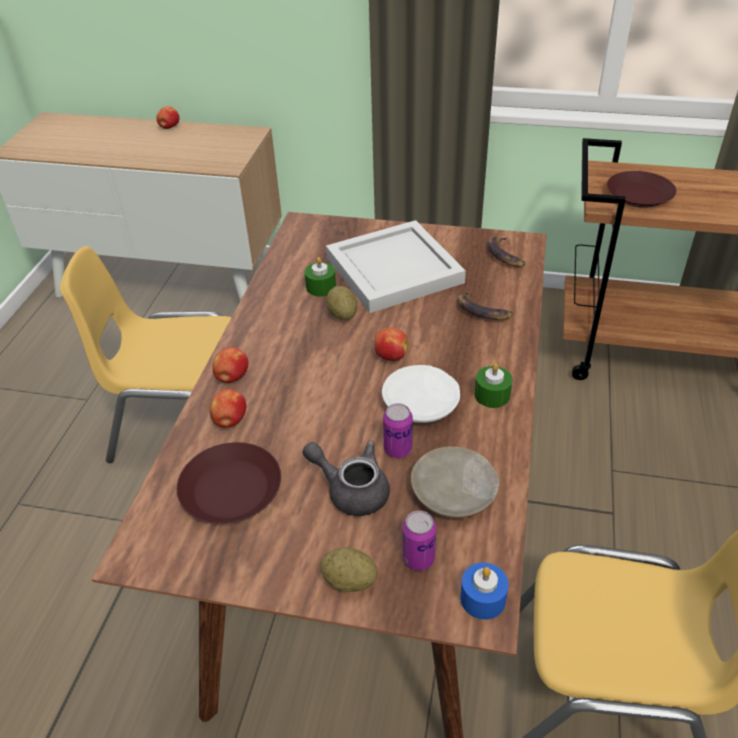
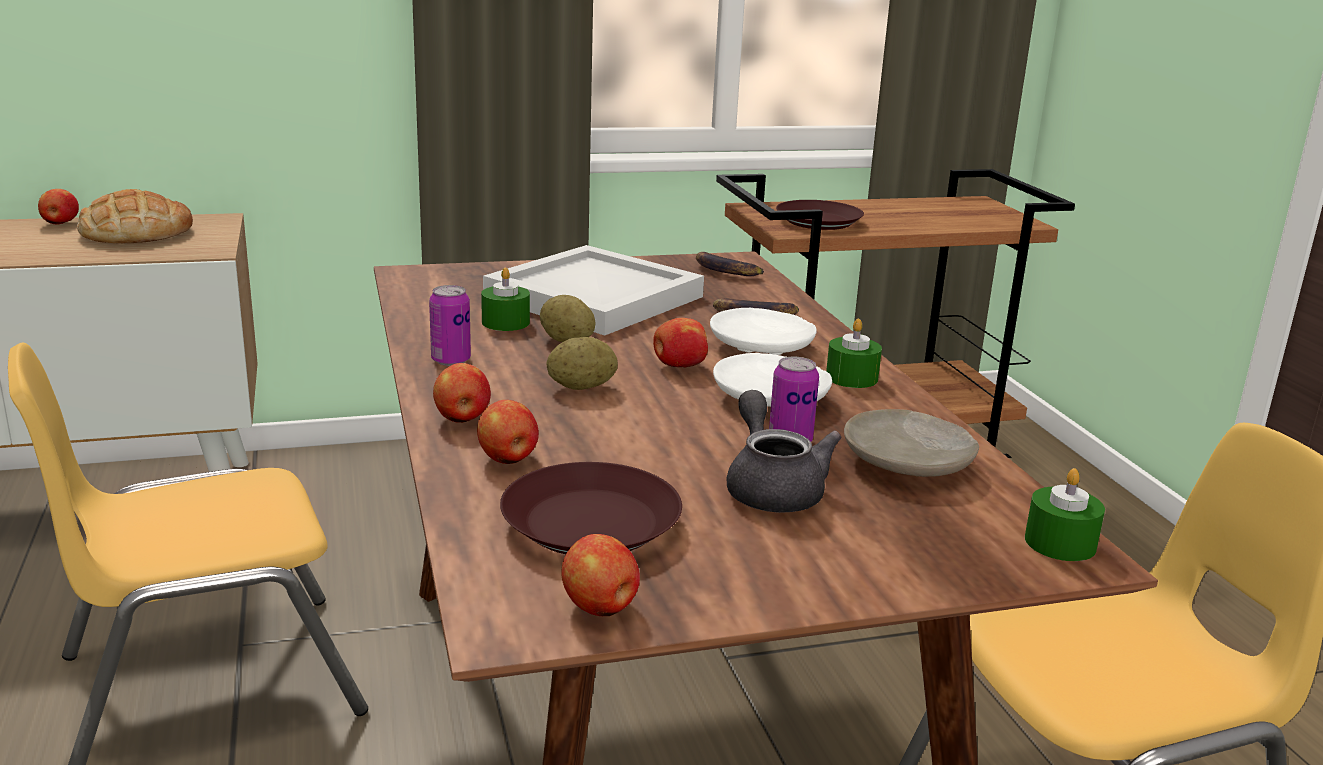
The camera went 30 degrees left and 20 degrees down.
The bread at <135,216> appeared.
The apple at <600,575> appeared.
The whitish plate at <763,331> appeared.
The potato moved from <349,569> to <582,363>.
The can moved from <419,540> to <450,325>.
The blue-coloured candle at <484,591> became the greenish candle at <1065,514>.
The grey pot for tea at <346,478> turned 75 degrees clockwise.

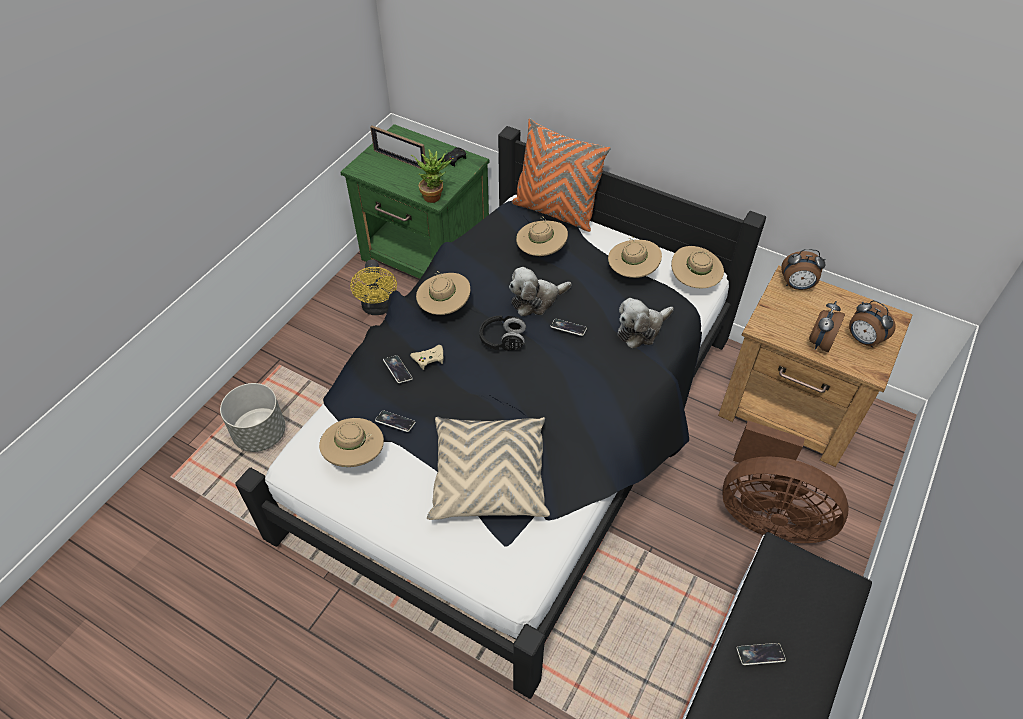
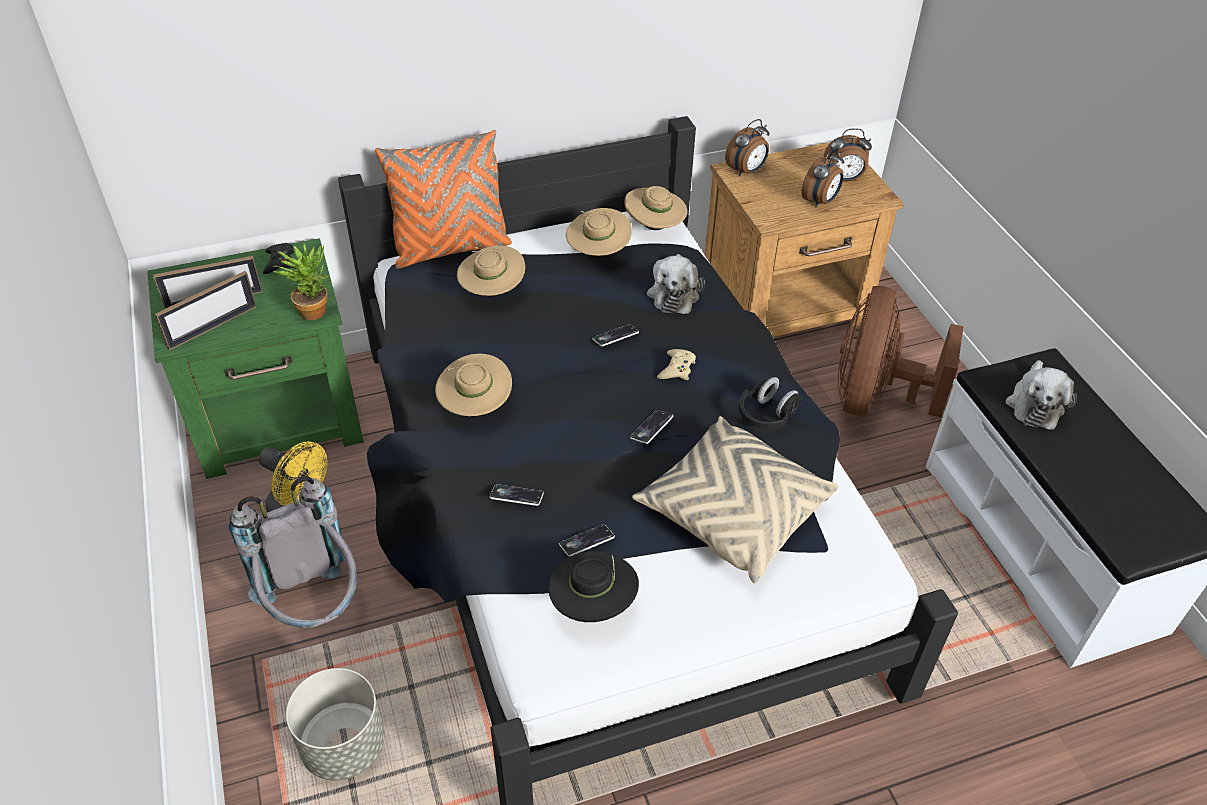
The camera went 50 degrees left and 5 degrees down.
The standing frame at <206,311> appeared.
The grey knapsack at <293,552> appeared.
The sand-coloured joypad moved from <427,357> to <676,364>.
The black pair of headphones moved from <502,333> to <770,403>.
The cuddly toy moved from <540,291> to <1041,395>.
The telephone moved from <761,654> to <651,427>.
The sand-coloured clothing hat at <351,442> became the black clothing hat at <593,586>.
The brownish fan at <785,482> turned 135 degrees clockwise.
The alarm clock at <827,326> turned 120 degrees counterclockwise.

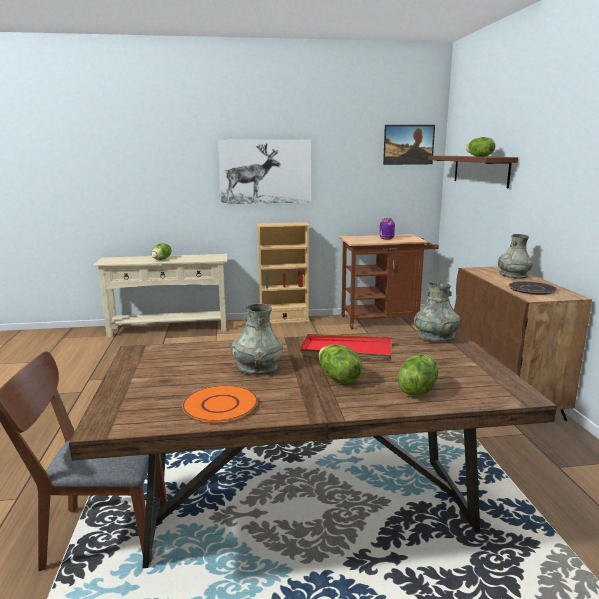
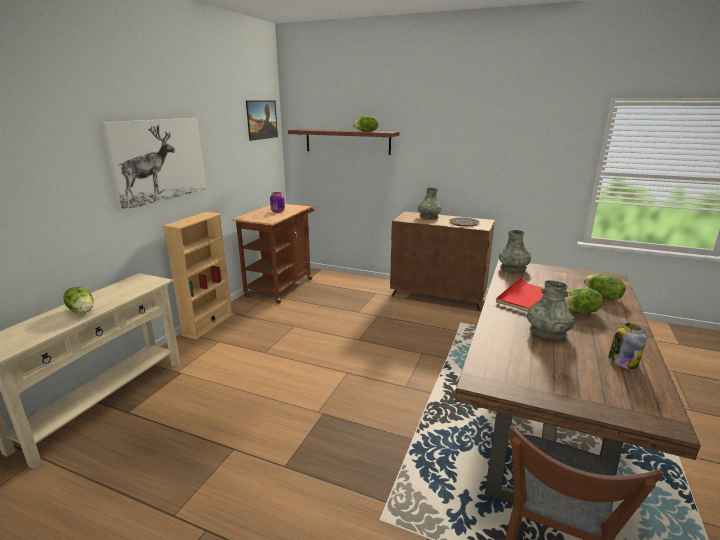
The camera went 60 degrees left and 5 degrees up.
The orange plate at <220,404> was replaced by the storage jar at <627,346>.

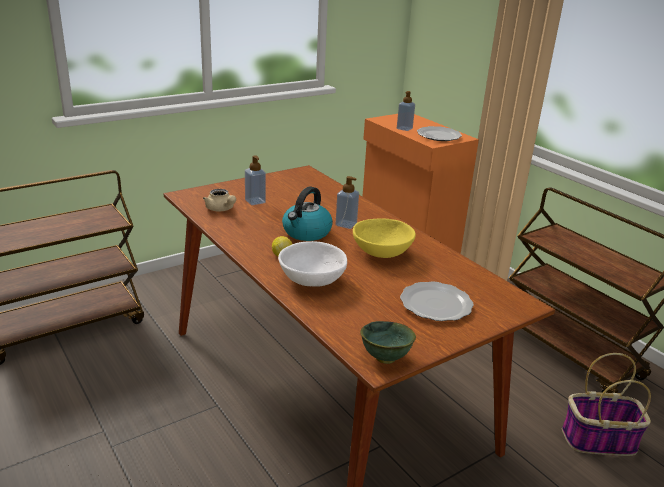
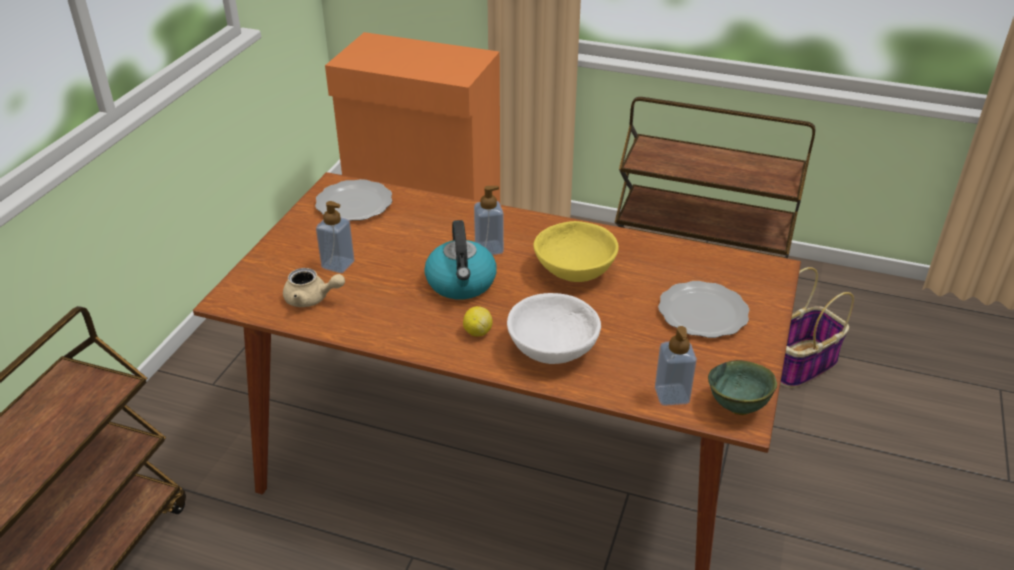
The camera went 35 degrees left and 10 degrees up.
The soap dispenser moved from <406,111> to <676,366>.
The plate moved from <439,133> to <353,200>.

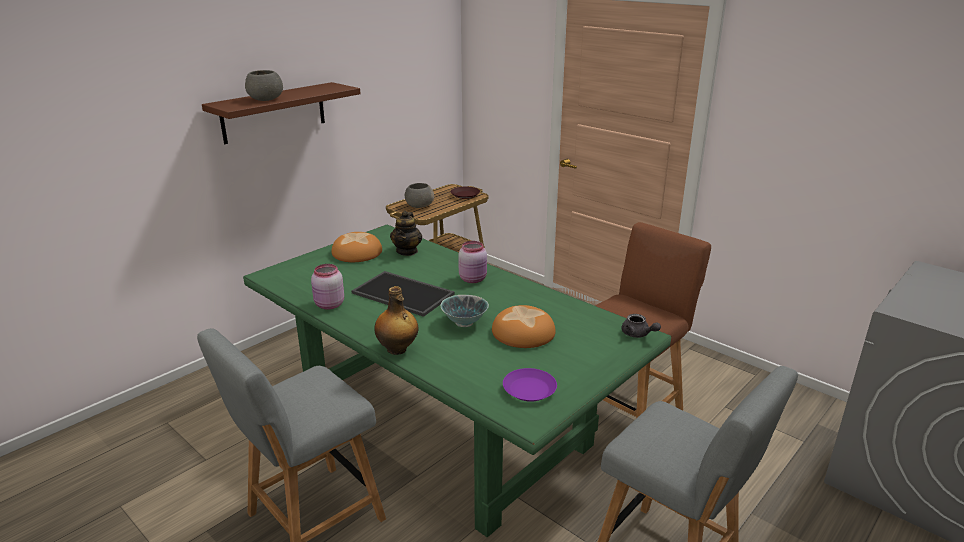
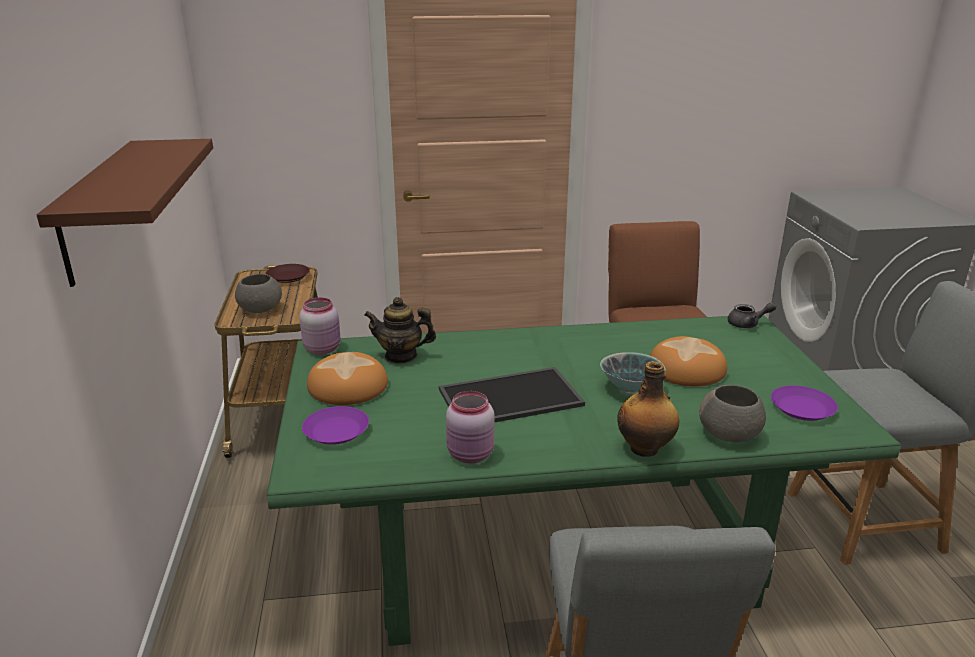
The camera went 50 degrees left and 0 degrees up.
The purplish plate at <335,425> appeared.
The grey deep dish moved from <264,85> to <732,413>.
The pinkish storage jar moved from <472,262> to <320,326>.
The pot for tea at <406,233> turned 135 degrees clockwise.

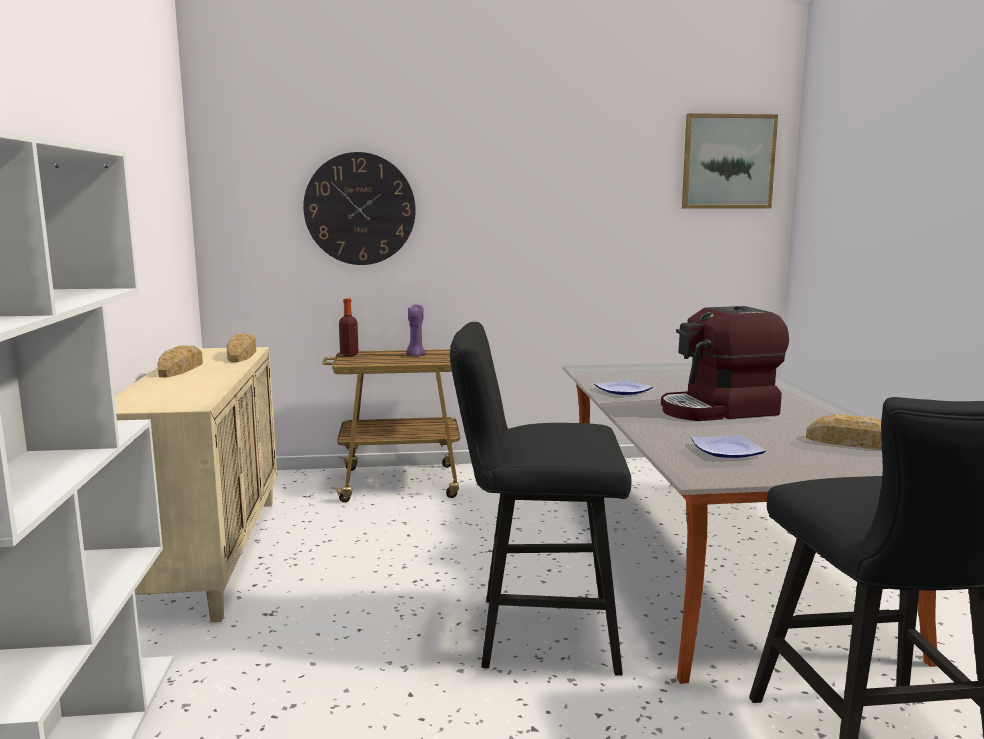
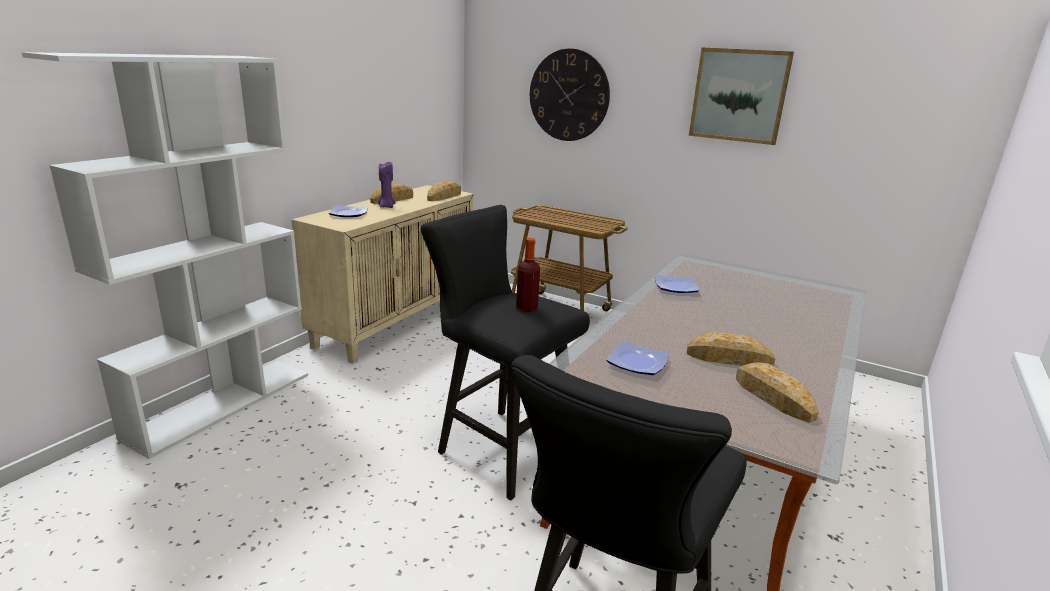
The camera went 35 degrees right and 10 degrees up.
The coffee machine at <725,363> disappeared.
The plate at <348,211> appeared.
The bread at <731,349> appeared.
The bottle moved from <349,327> to <528,275>.
The purplish candle moved from <416,330> to <387,185>.
The picture moved from <730,161> to <741,96>.

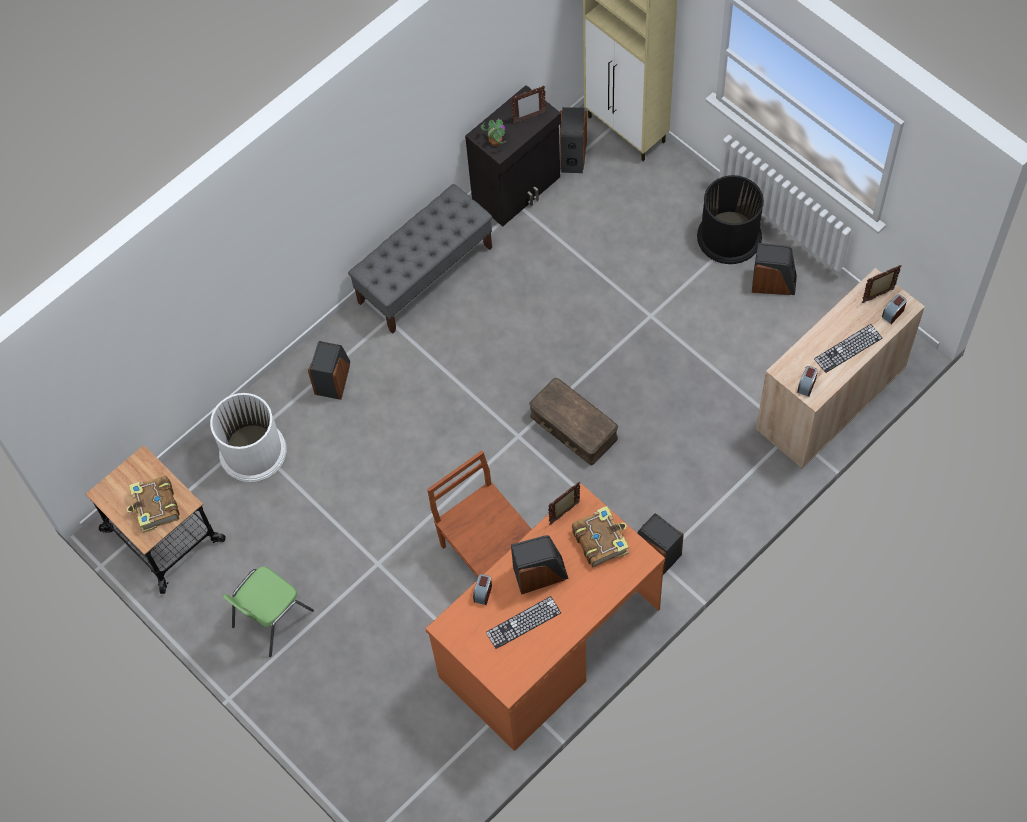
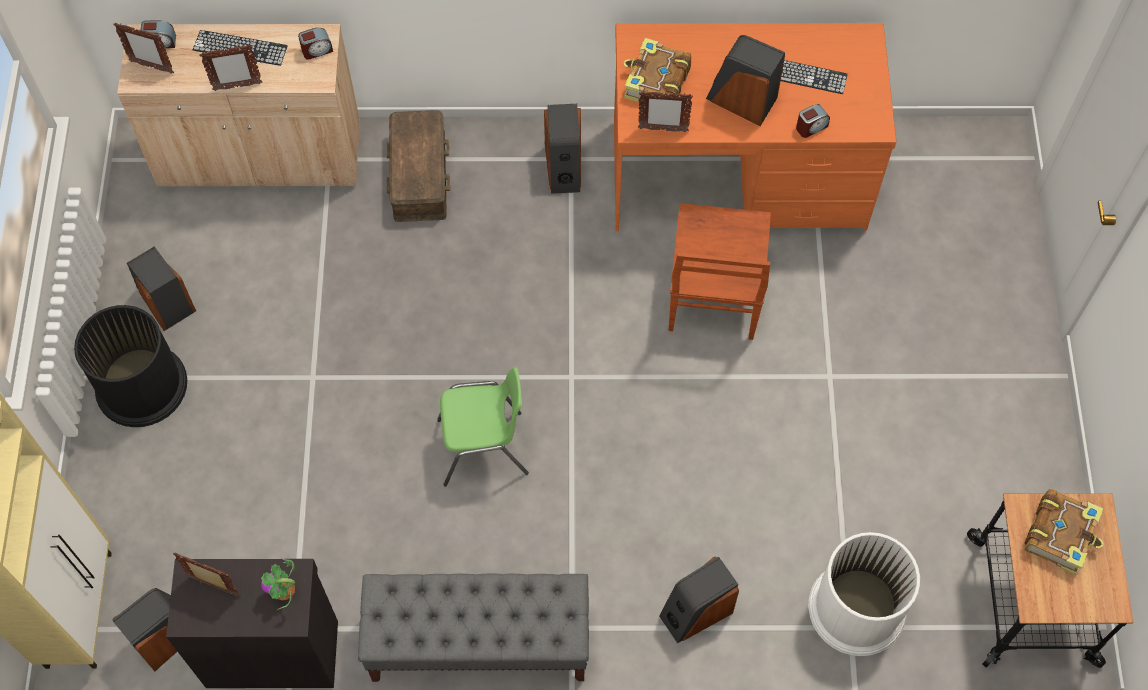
The camera went 140 degrees left and 0 degrees up.
The standing frame at <231,68> appeared.
The greenish chair moved from <268,612> to <483,427>.
The brownish storage bin moved from <573,421> to <418,166>.

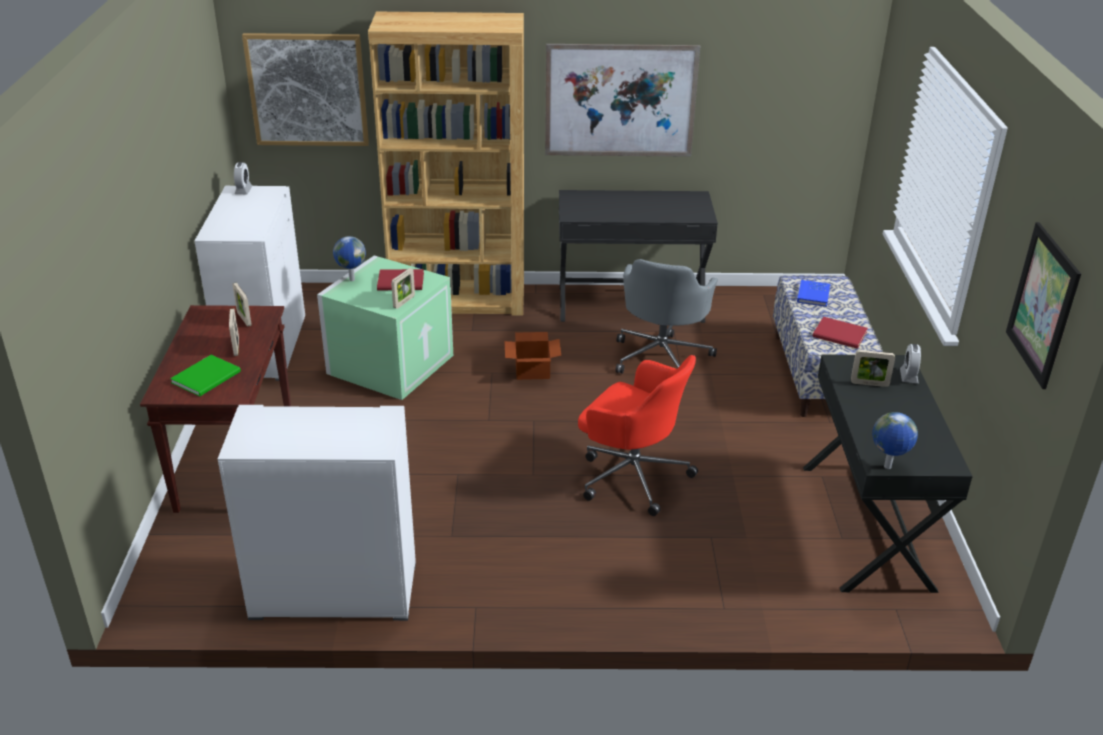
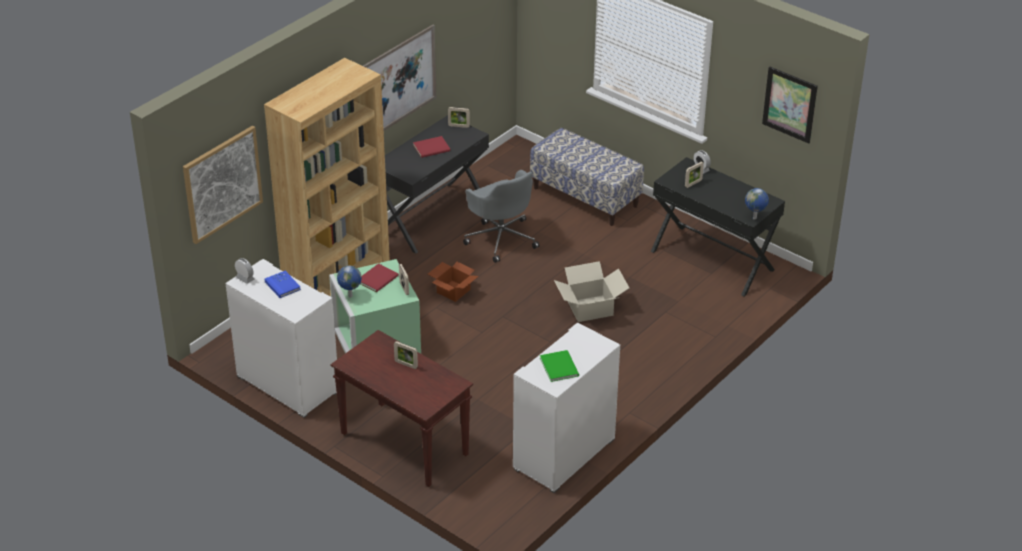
The camera went 50 degrees left and 5 degrees up.
The greenish book moved from <205,375> to <559,366>.
The standing frame moved from <242,304> to <459,117>.
The blue-coloured book moved from <813,293> to <283,284>.
The red book moved from <840,333> to <431,147>.
The red desk chair at <638,435> was replaced by the cardboard box at <591,291>.

